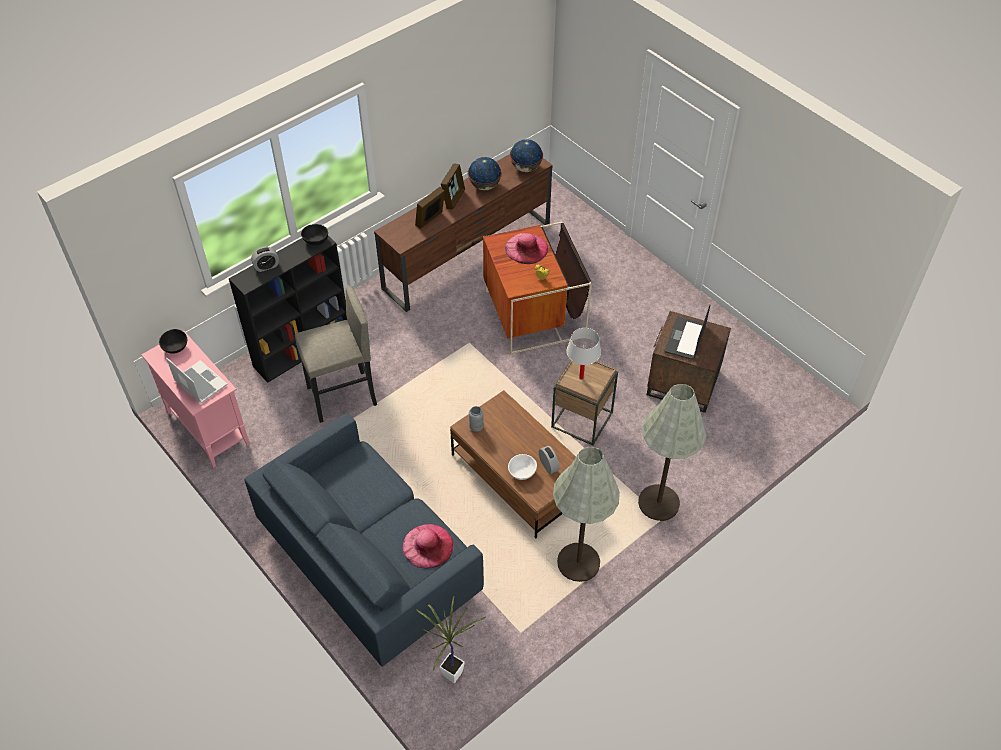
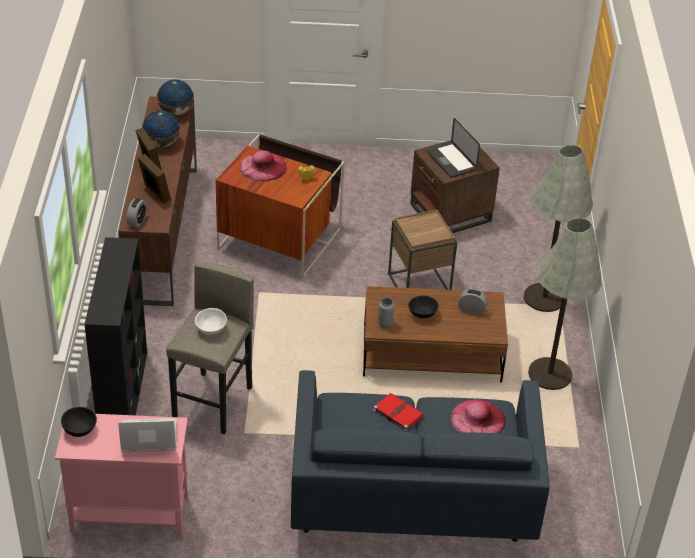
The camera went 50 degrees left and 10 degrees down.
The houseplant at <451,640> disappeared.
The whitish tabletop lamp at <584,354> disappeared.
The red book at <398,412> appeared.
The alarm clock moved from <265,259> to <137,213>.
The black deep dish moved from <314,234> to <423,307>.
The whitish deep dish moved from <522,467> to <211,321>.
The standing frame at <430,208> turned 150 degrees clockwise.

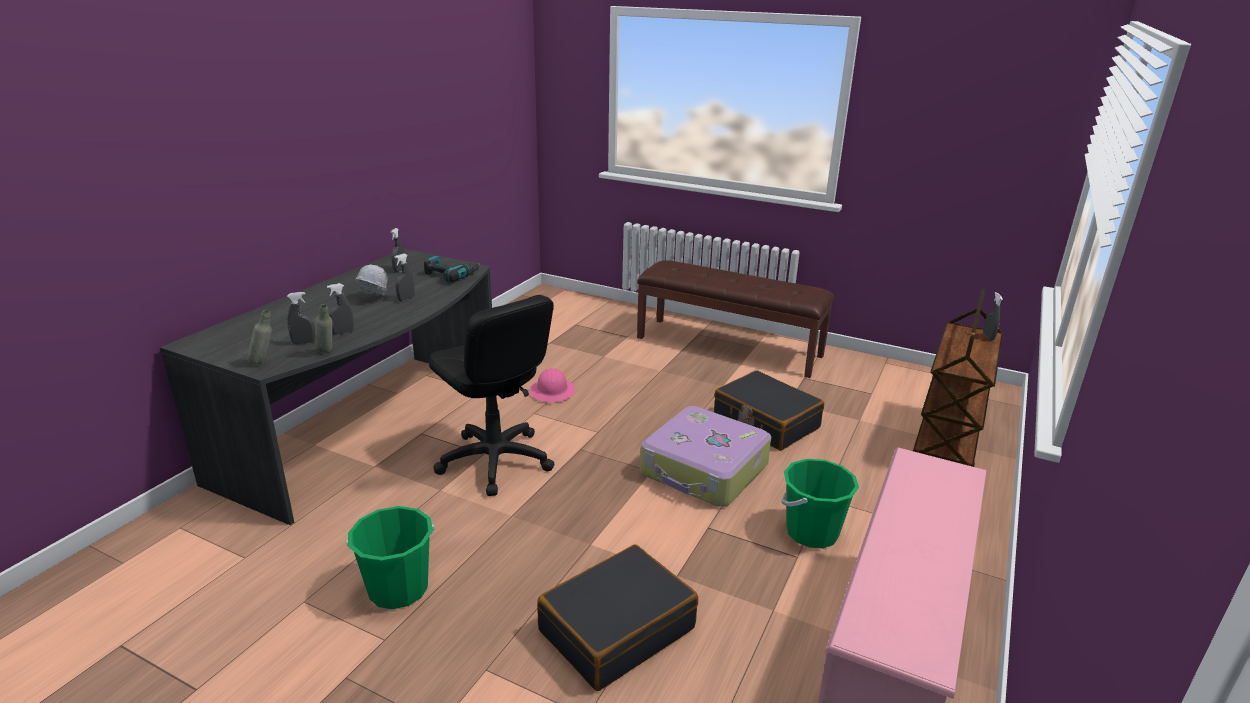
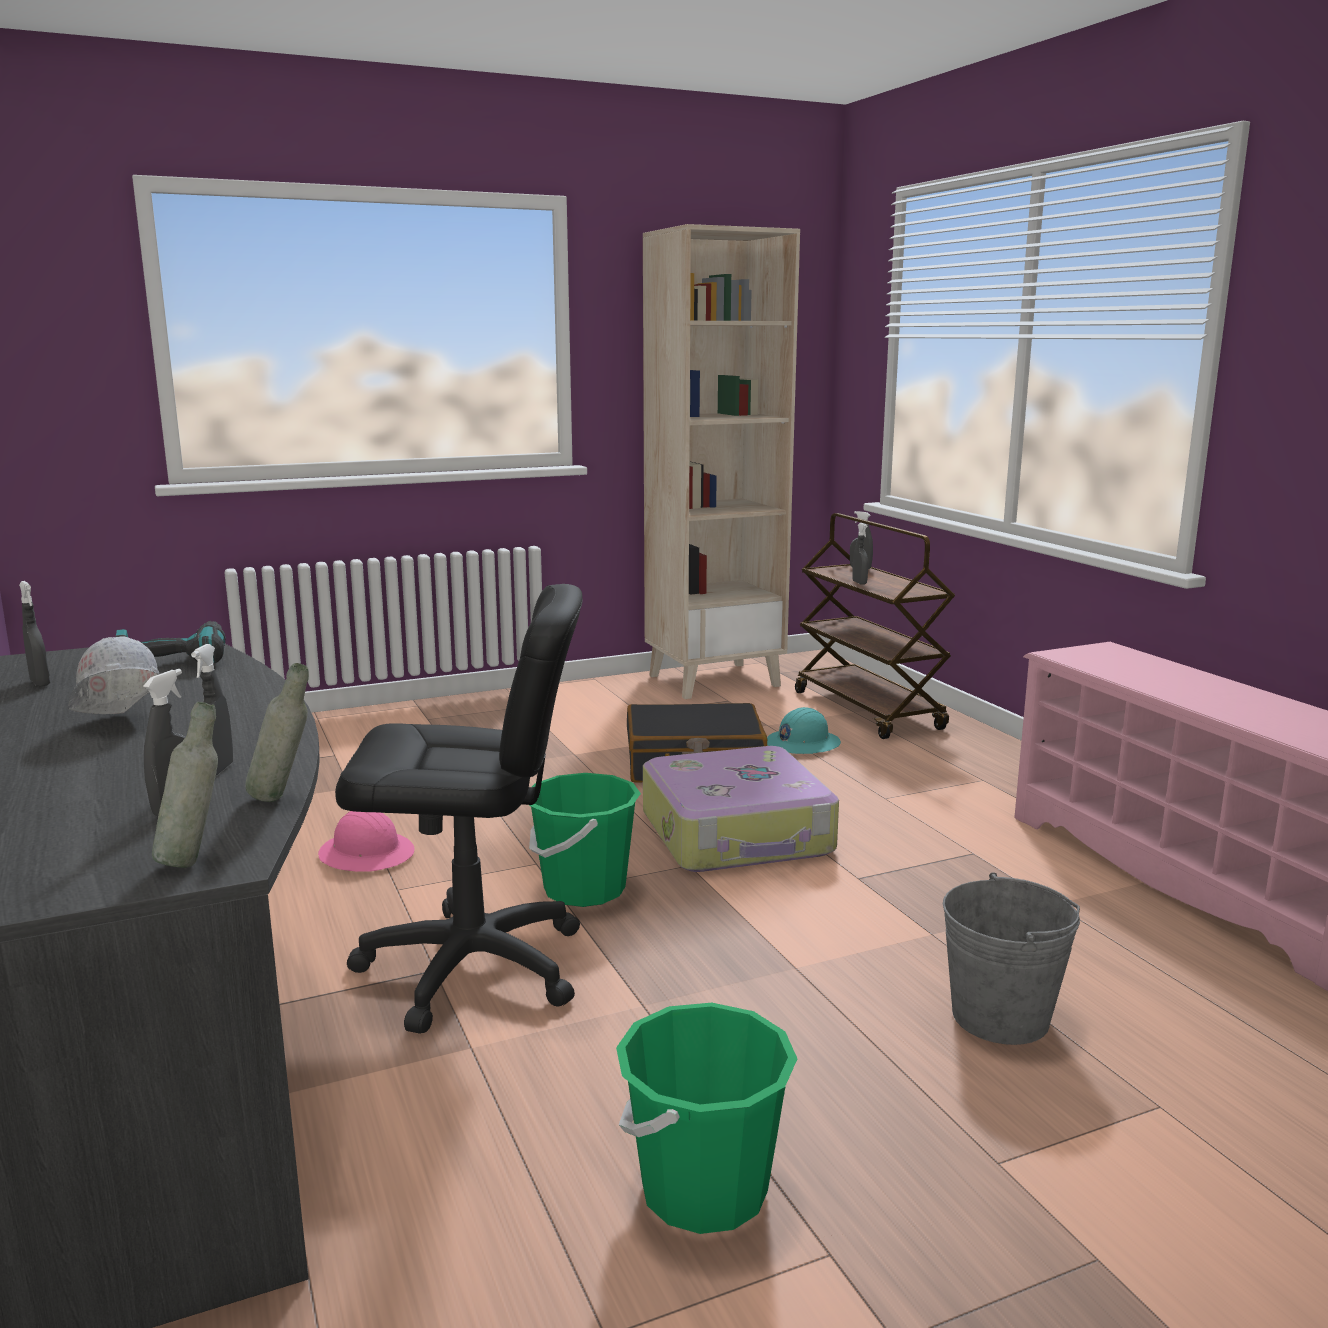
The camera went 50 degrees left and 10 degrees down.
The brownish indoor bench at <736,319> disappeared.
The sand-coloured bookshelf at <721,461> appeared.
The turquoise hard hat at <804,730> appeared.
The grey hand sprayer moved from <404,278> to <860,553>.
The greenish pail moved from <820,503> to <585,840>.
The black travel case at <617,617> was replaced by the grey pail at <1011,959>.

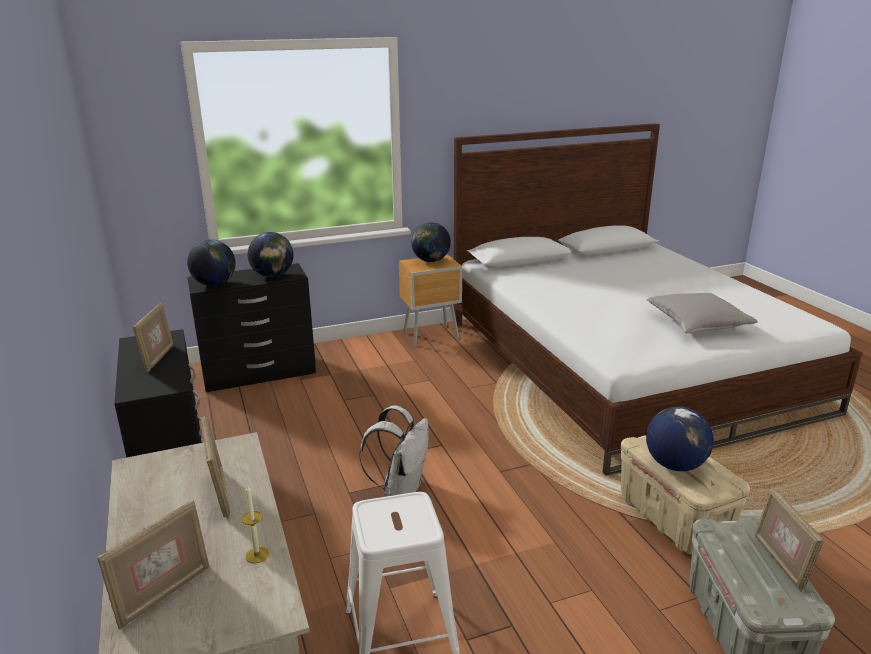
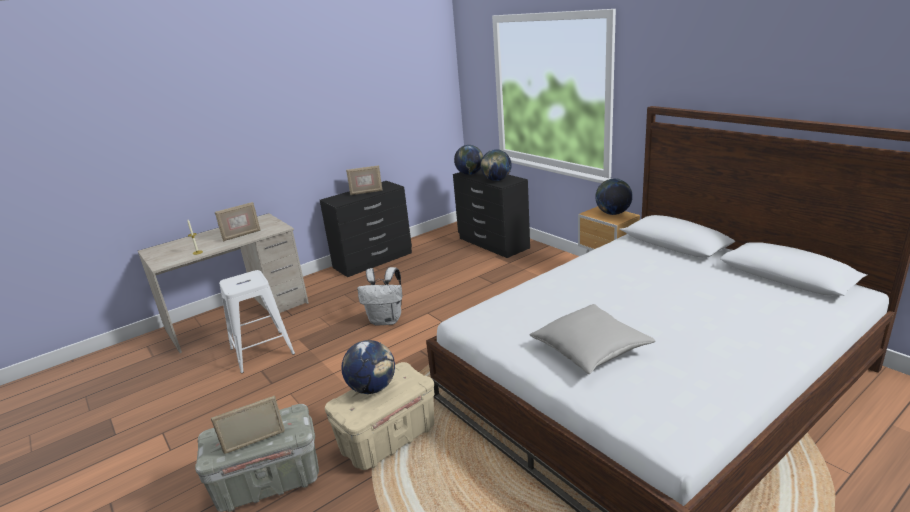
The camera went 75 degrees right and 0 degrees up.
The standing frame at <153,564> disappeared.

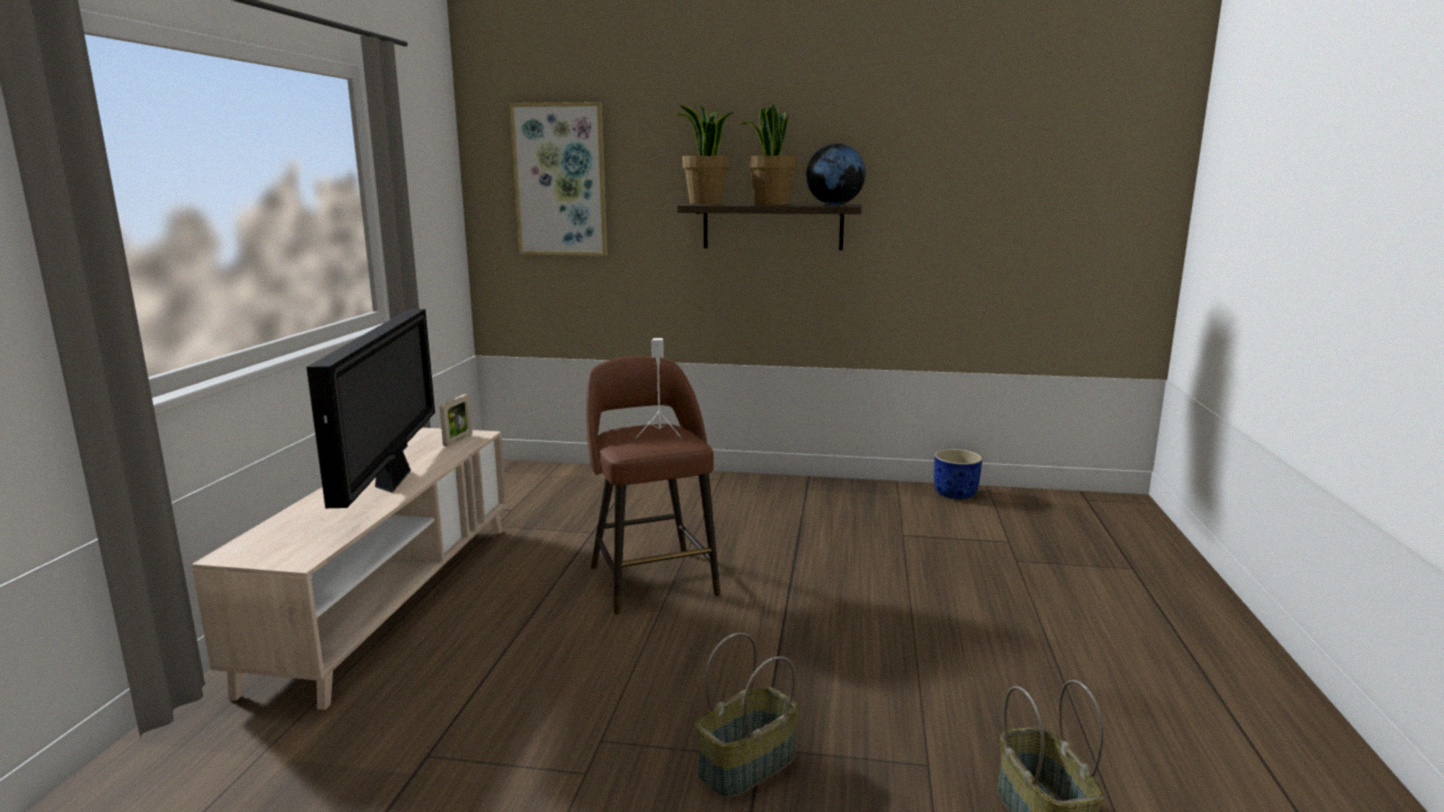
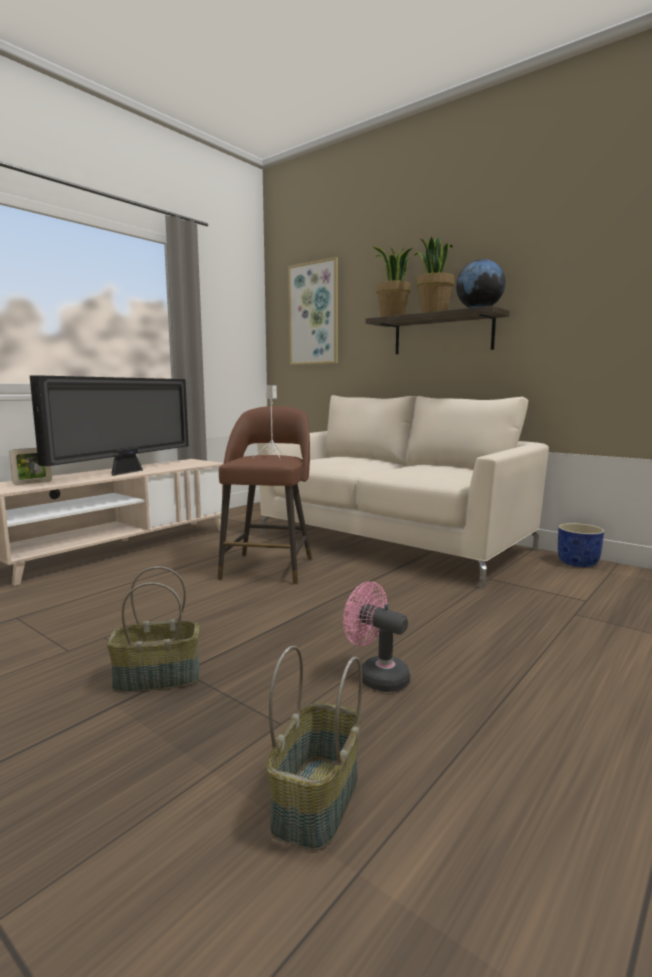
The camera went 30 degrees right and 5 degrees down.
The sand-coloured settee at <403,492> appeared.
The pinkish fan at <376,637> appeared.
The standing frame moved from <456,420> to <30,466>.

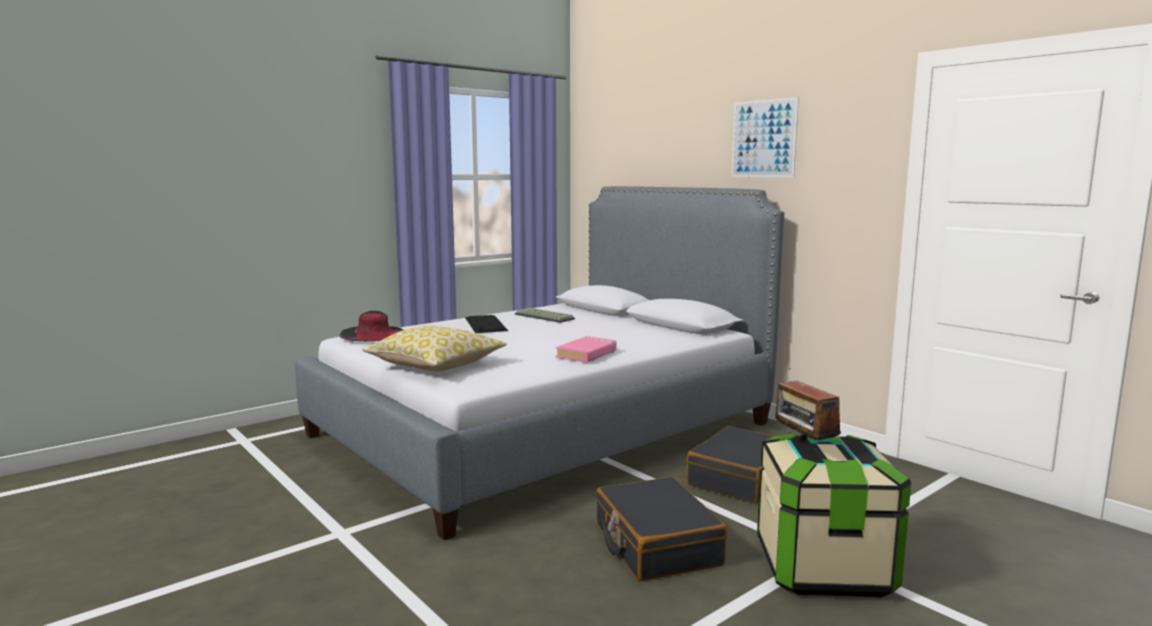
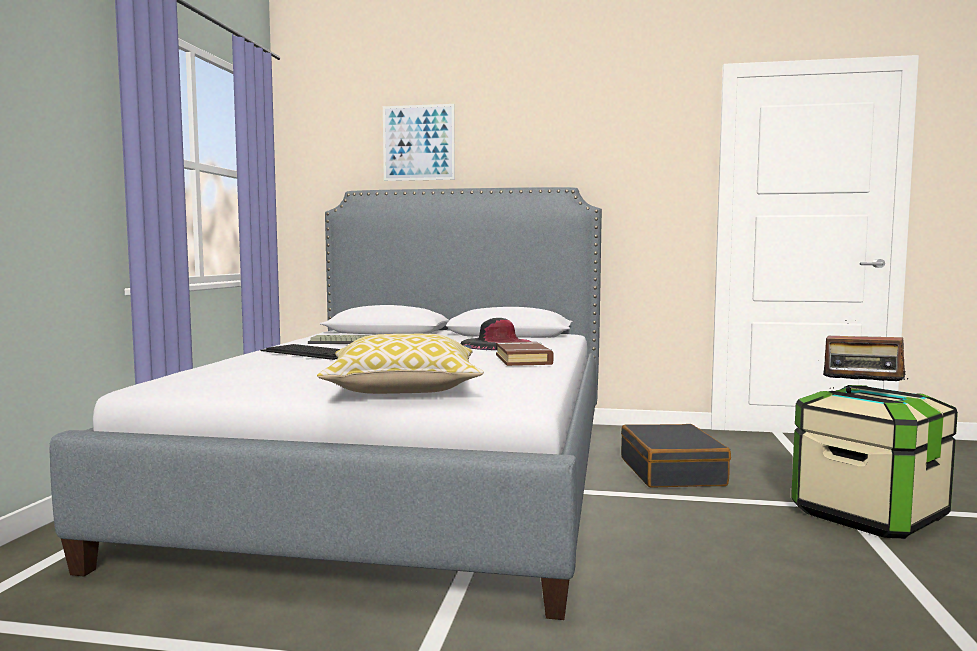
The camera went 40 degrees left and 5 degrees down.
The black travel case at <661,529> disappeared.
The black clothing hat moved from <371,326> to <495,334>.
The picture moved from <765,137> to <419,142>.
The pinkish book at <586,349> became the brownish book at <524,354>.

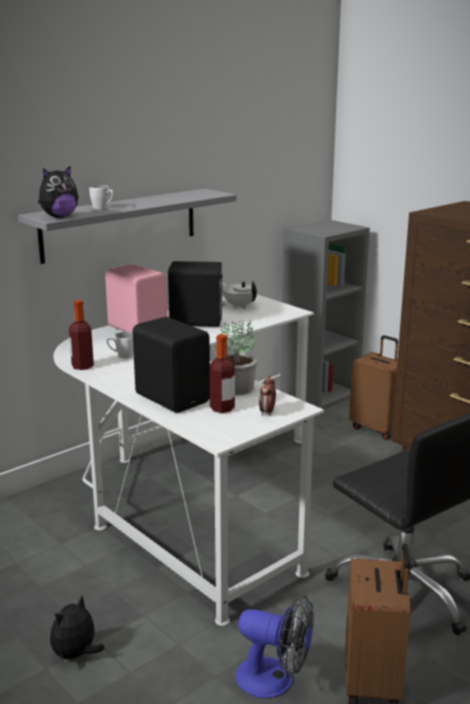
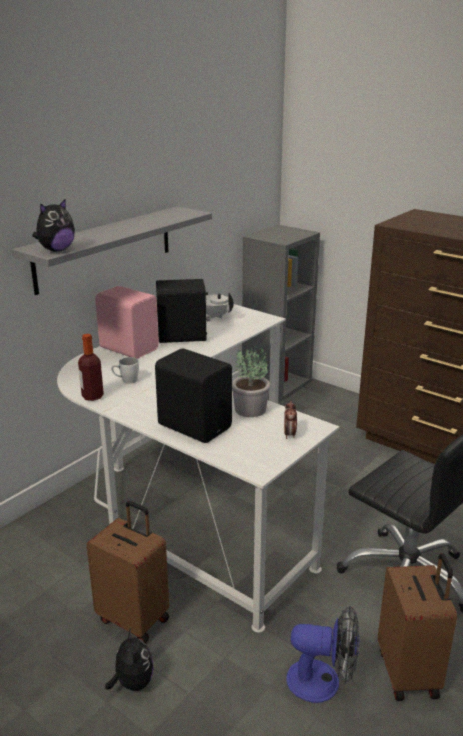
The camera went 10 degrees left and 5 degrees up.
The whitish tea mug at <101,197> disappeared.
The bottle at <222,373> disappeared.
The brownish travel case moved from <373,387> to <127,572>.
The cuddly toy at <77,629> turned 135 degrees clockwise.

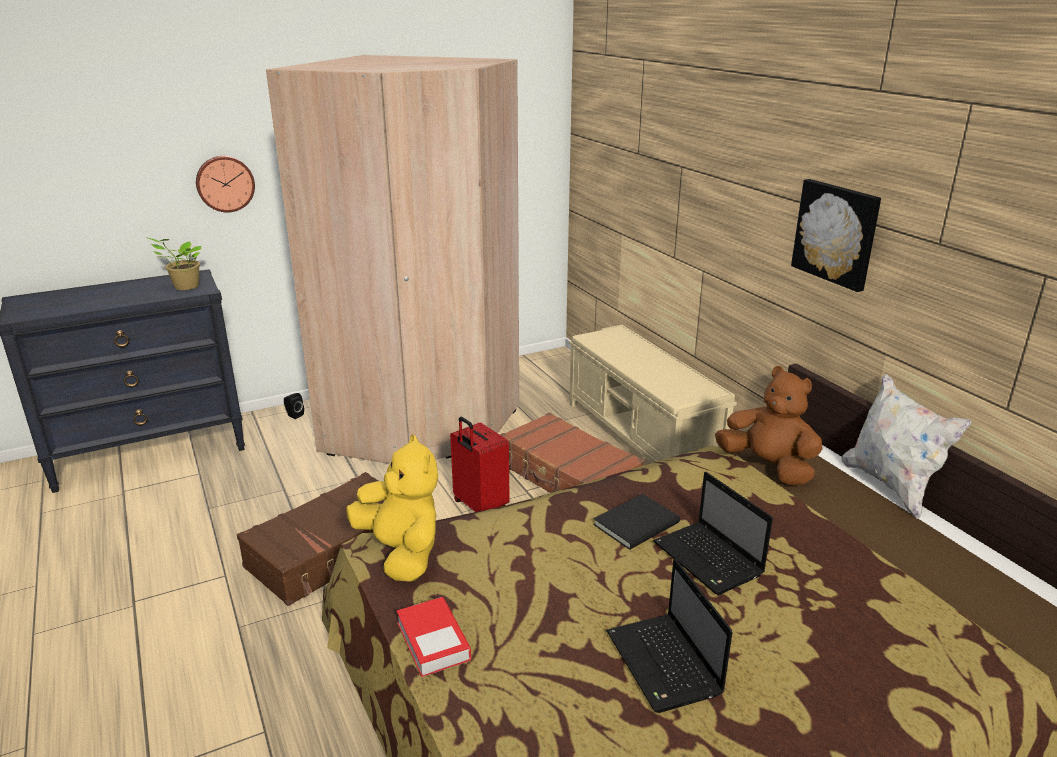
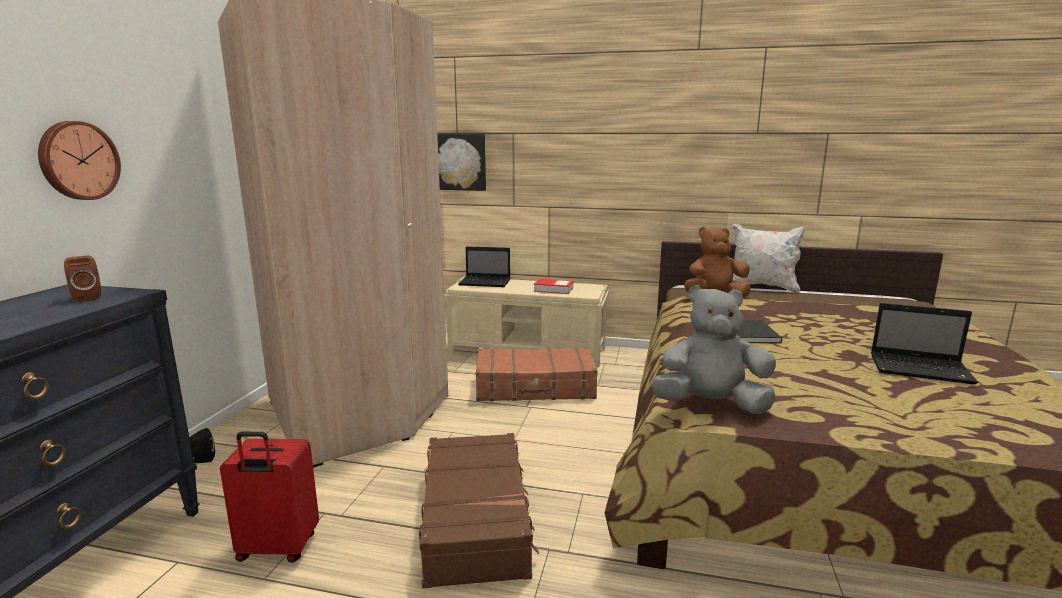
The camera went 50 degrees left and 10 degrees down.
The book moved from <433,637> to <553,286>.
The red travel case moved from <480,464> to <269,497>.
The portable computer moved from <713,533> to <484,266>.
The picture moved from <836,235> to <461,162>.
The houseplant at <173,263> was replaced by the brownish audio speaker at <82,279>.
The yellow cuddly toy at <392,508> became the grey cuddly toy at <713,349>.

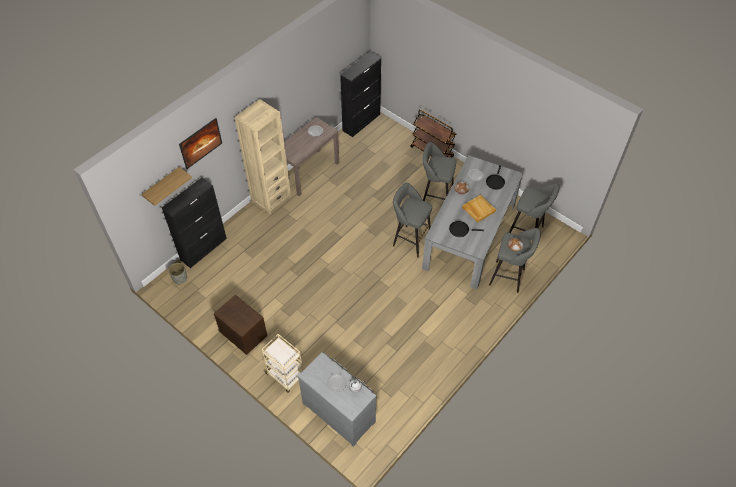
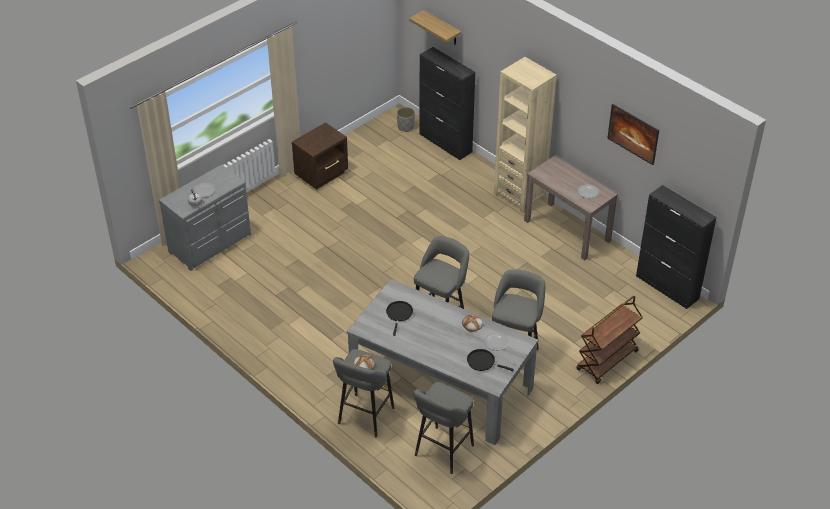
The camera went 95 degrees right and 10 degrees down.
The sand-coloured cart at <282,363> disappeared.
The sand-coloured tray at <479,209> disappeared.
The picture moved from <200,143> to <633,134>.

